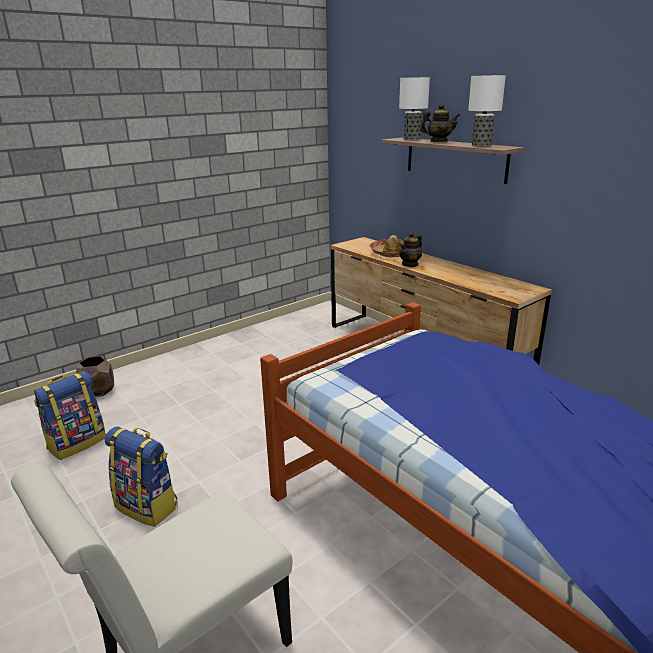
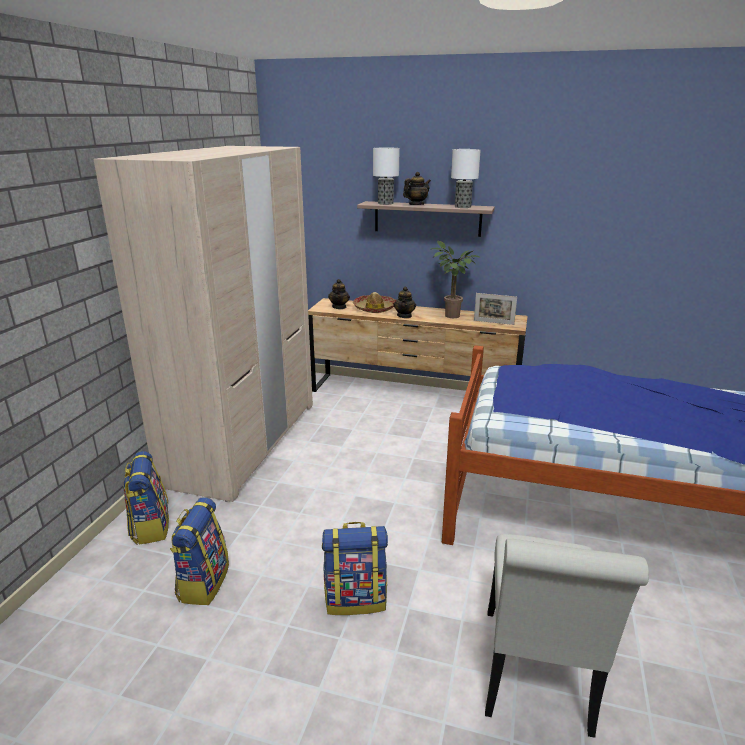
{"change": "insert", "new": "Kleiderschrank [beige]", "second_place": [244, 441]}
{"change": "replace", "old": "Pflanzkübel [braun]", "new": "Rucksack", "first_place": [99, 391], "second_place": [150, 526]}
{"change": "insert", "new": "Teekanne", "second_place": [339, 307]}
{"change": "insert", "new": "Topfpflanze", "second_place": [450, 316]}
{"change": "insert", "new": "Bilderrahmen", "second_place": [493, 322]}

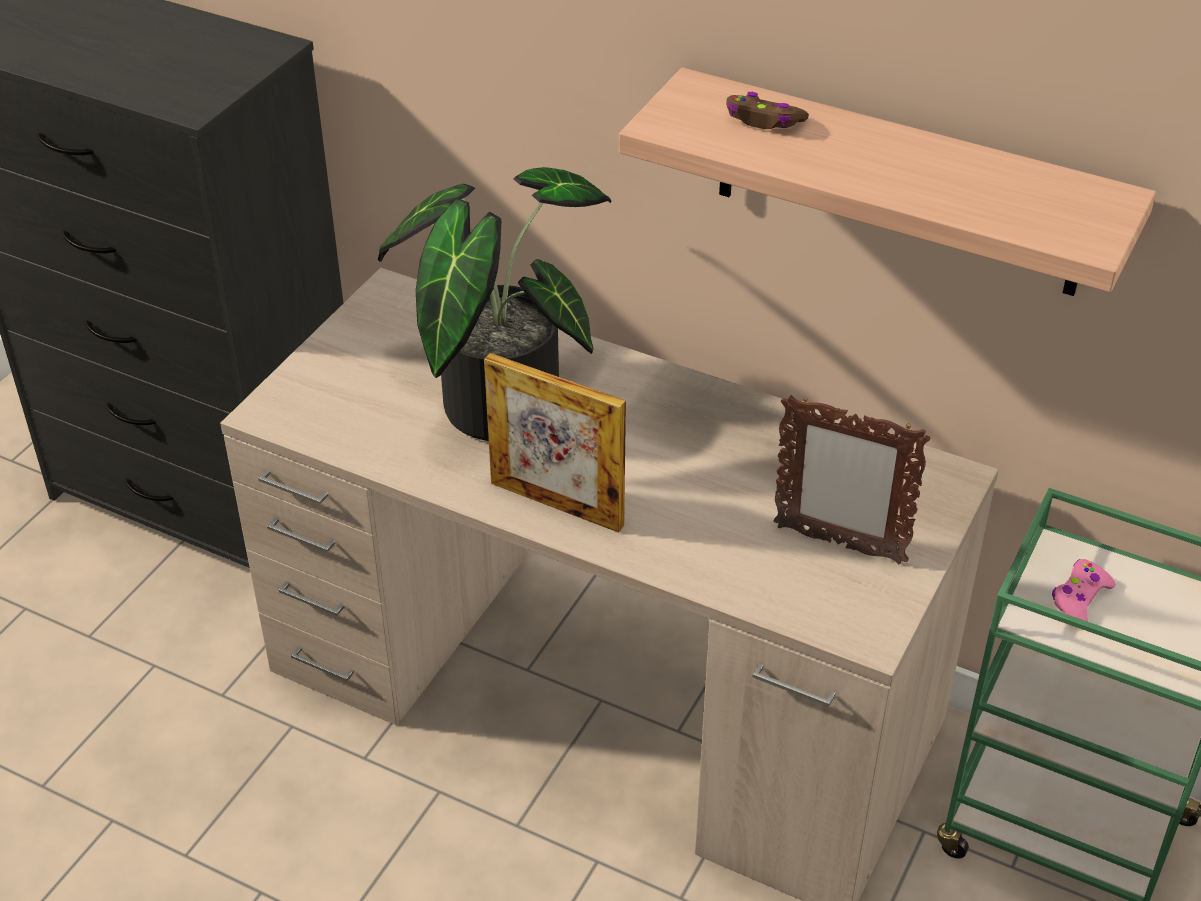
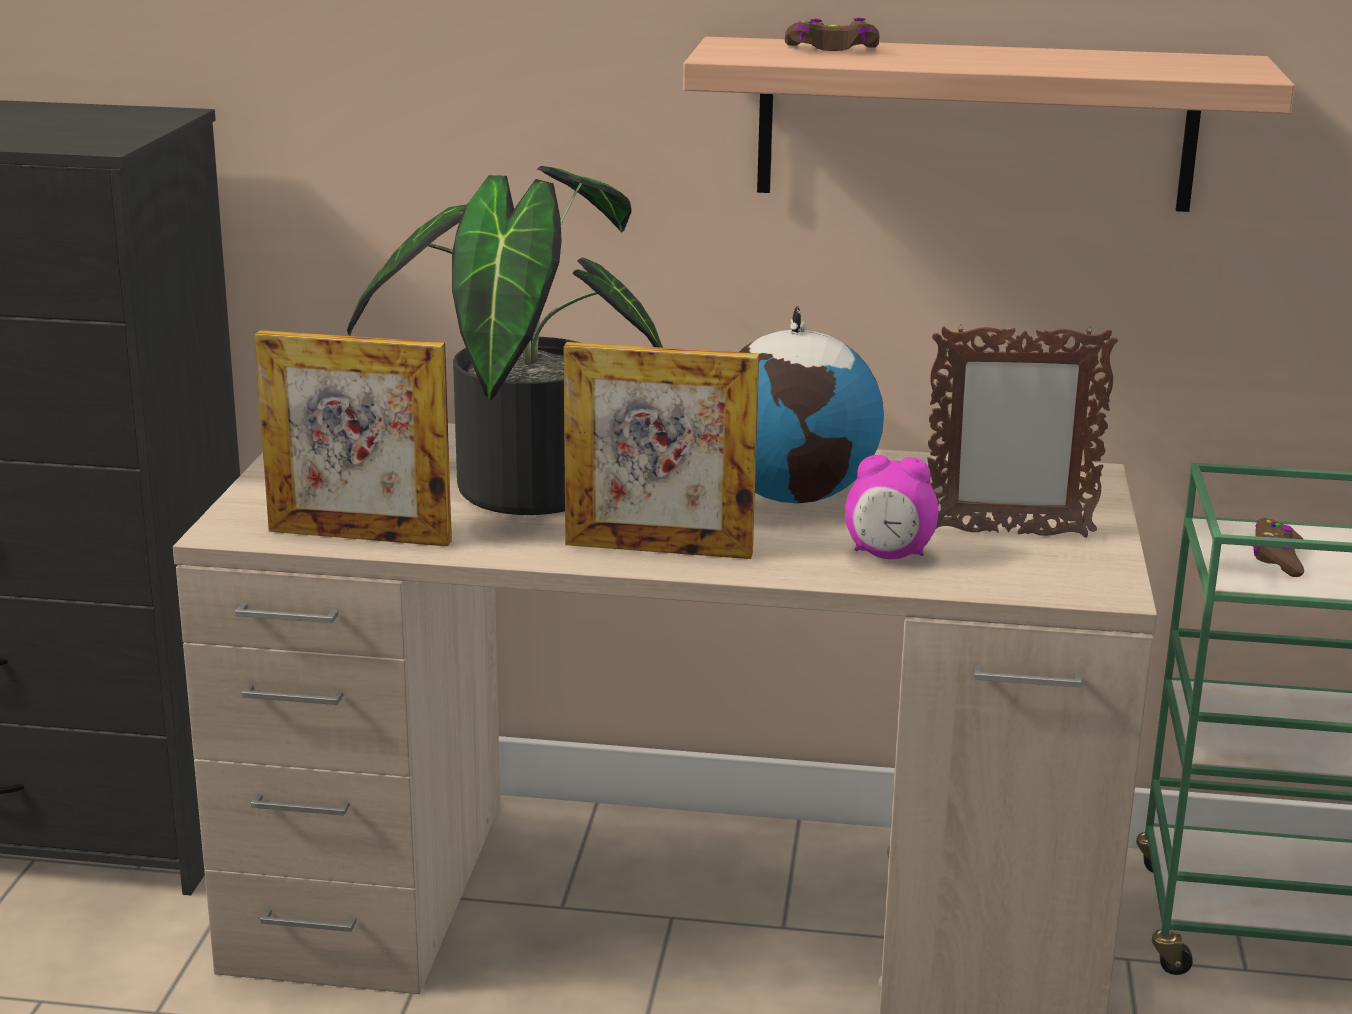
{"change": "insert", "new": "Bilderrahmen", "second_place": [359, 536]}
{"change": "insert", "new": "Globus", "second_place": [794, 496]}
{"change": "insert", "new": "Wecker", "second_place": [888, 555]}
{"change": "recolor", "old": "Gamepad [rosa]", "new": "Gamepad [braun]", "first_place": [1079, 599], "second_place": [1277, 558]}

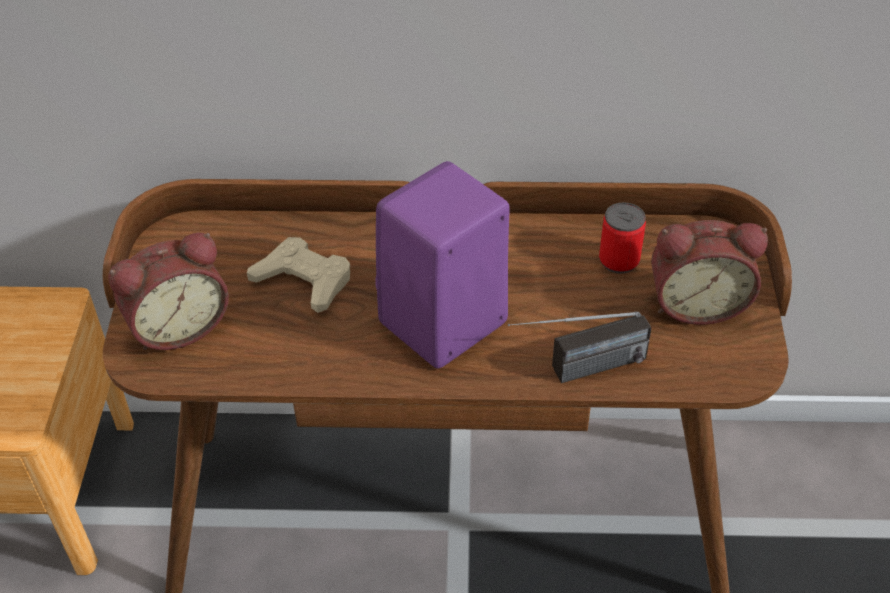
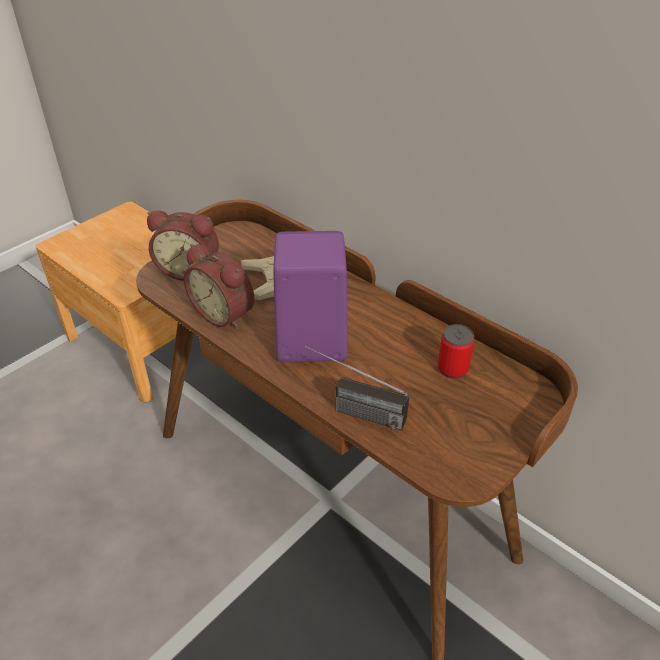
{"change": "move", "old": "Wecker", "first_place": [696, 303], "second_place": [225, 313]}

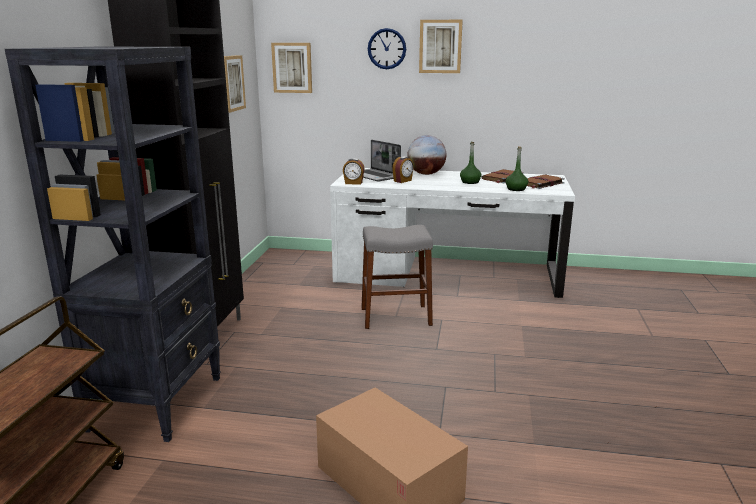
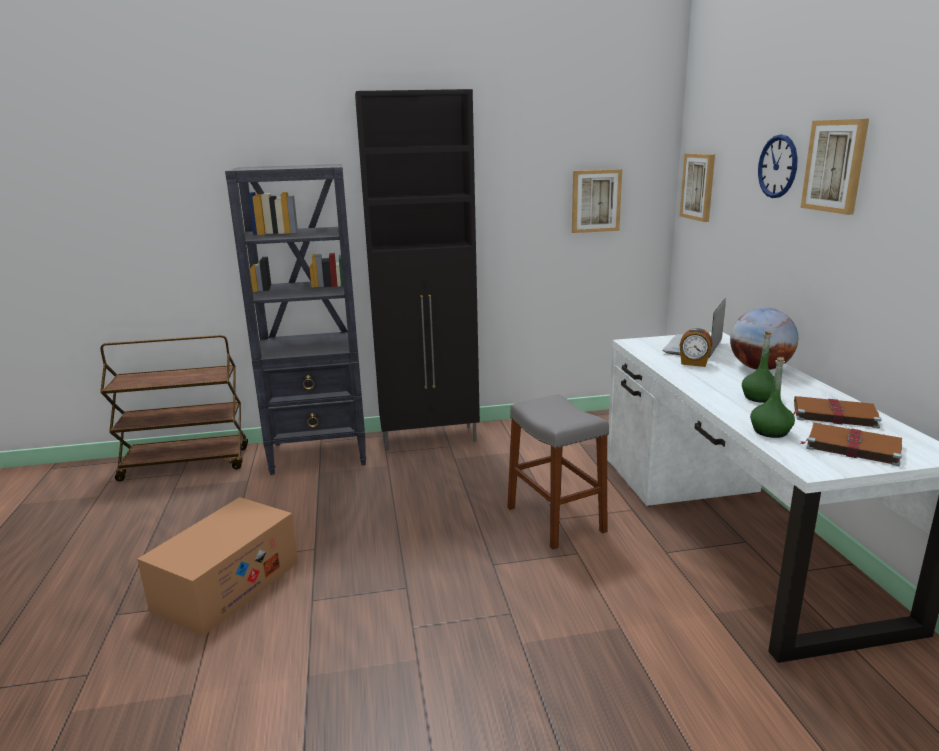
{"change": "delete", "old": "Wecker", "first_place": [353, 183]}

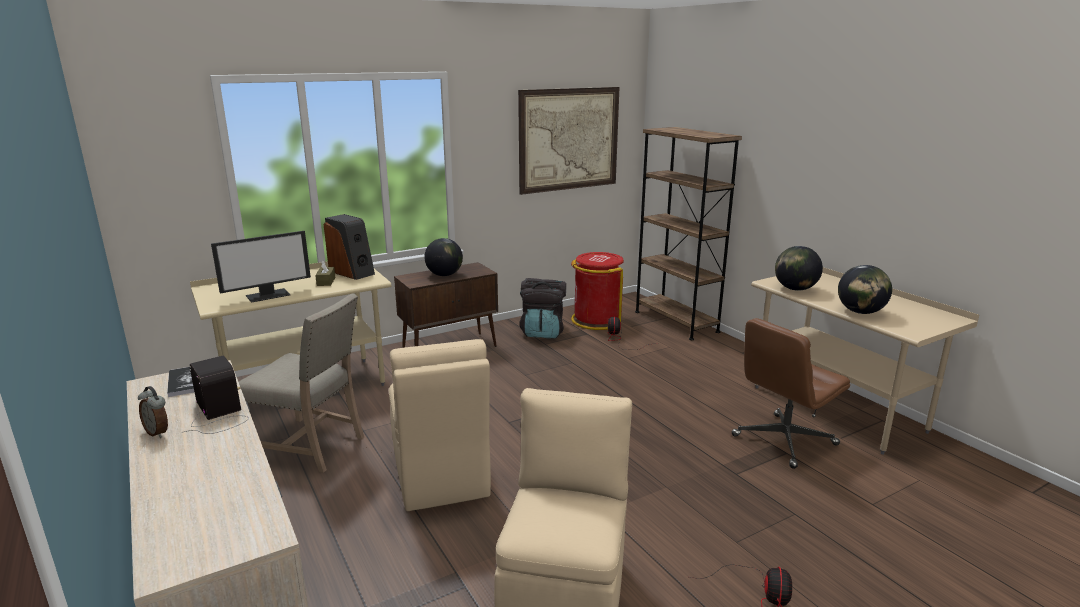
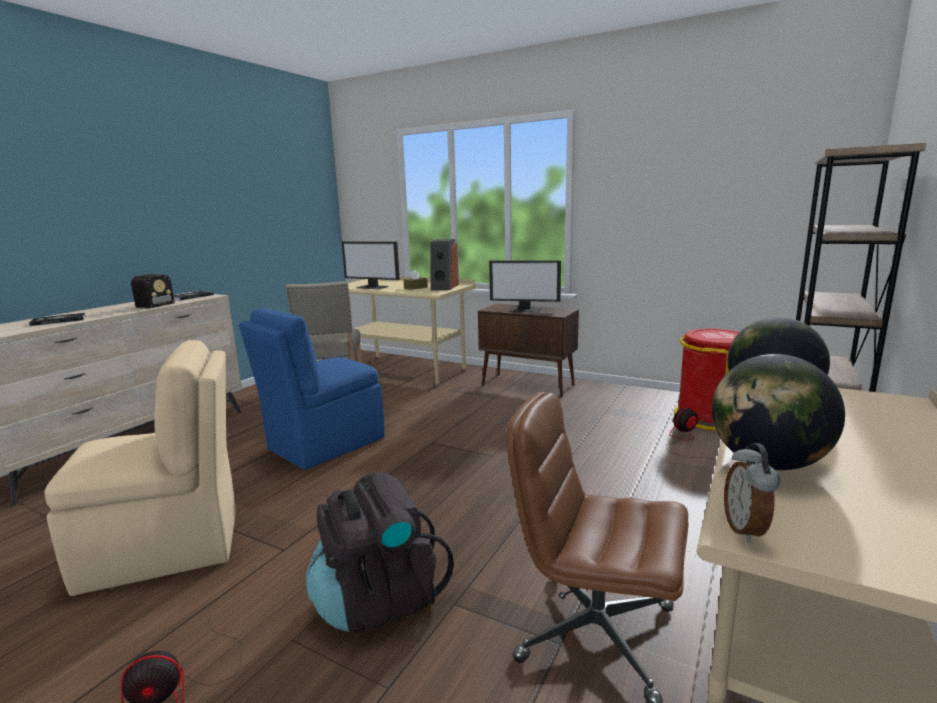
{"change": "insert", "new": "Buch", "second_place": [59, 320]}
{"change": "recolor", "old": "Stuhl [beige]", "new": "Stuhl [blau]", "first_place": [440, 476], "second_place": [323, 444]}
{"change": "move", "old": "Rucksack [schwarz]", "first_place": [543, 332], "second_place": [379, 601]}
{"change": "replace", "old": "Globus", "new": "Monitor", "first_place": [444, 275], "second_place": [525, 309]}
{"change": "move", "old": "Wecker", "first_place": [158, 432], "second_place": [746, 529]}
{"change": "delete", "old": "Bild", "first_place": [569, 139]}

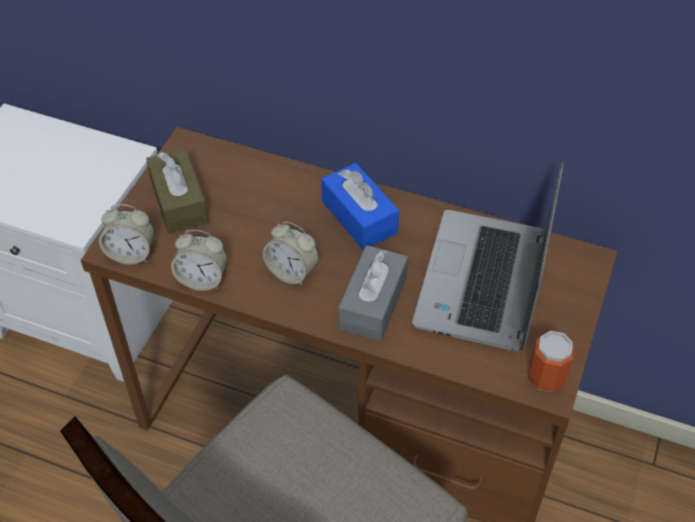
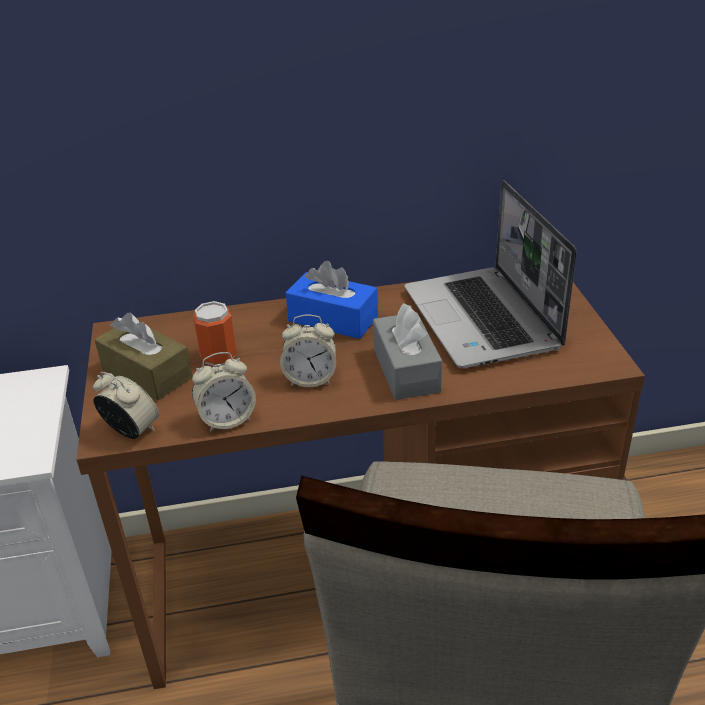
{"change": "rotate", "old": "Wecker", "first_place": [131, 254], "second_place": [132, 431], "degrees": -120}
{"change": "move", "old": "Dose", "first_place": [546, 377], "second_place": [218, 356]}

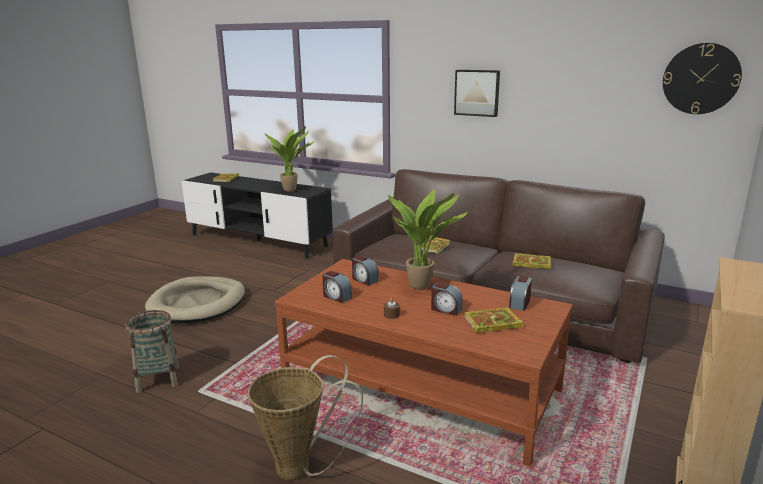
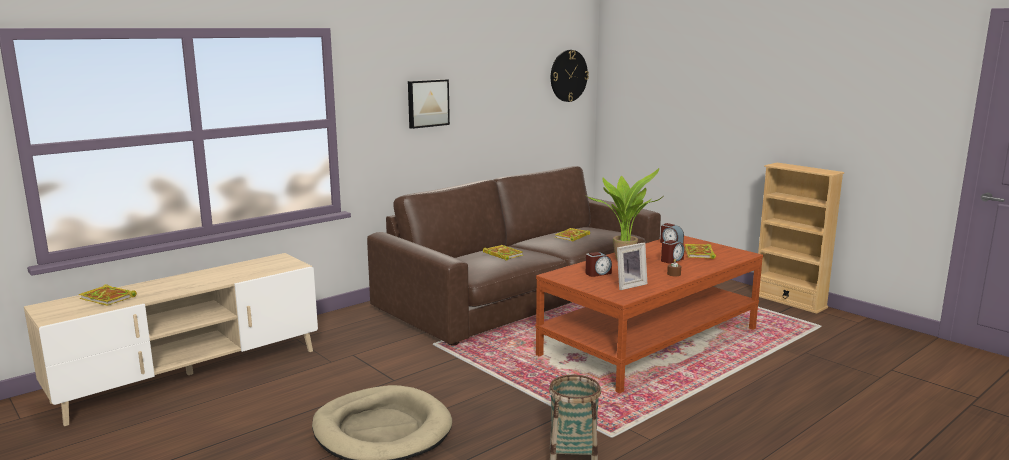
{"change": "recolor", "old": "Fernsehschrank [schwarz]", "new": "Fernsehschrank [beige]", "first_place": [258, 240], "second_place": [190, 374]}
{"change": "replace", "old": "Wecker", "new": "Bilderrahmen", "first_place": [336, 297], "second_place": [629, 285]}
{"change": "delete", "old": "Korb", "first_place": [301, 467]}
{"change": "delete", "old": "Topfpflanze", "first_place": [291, 190]}

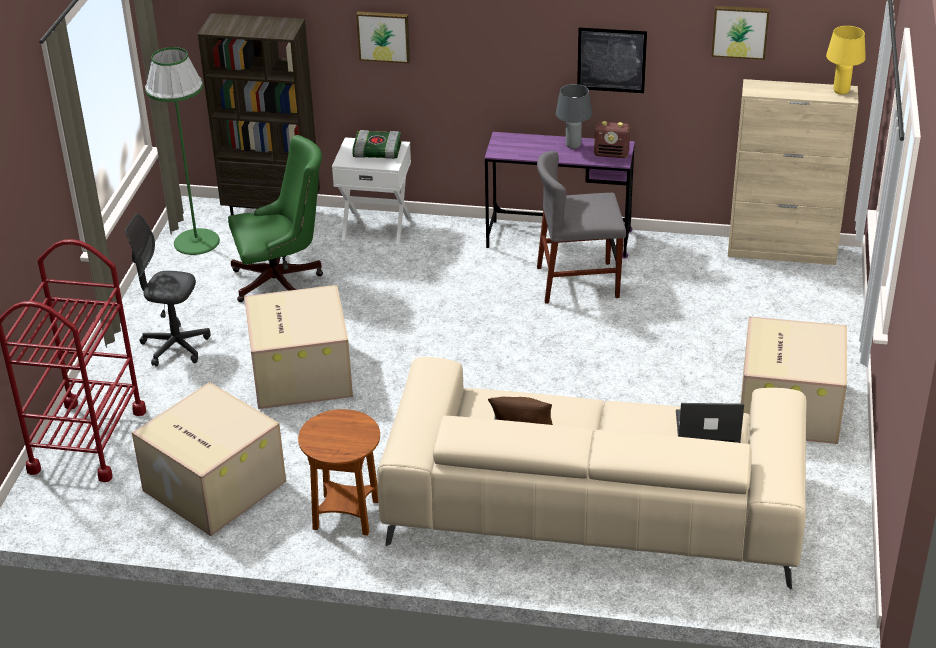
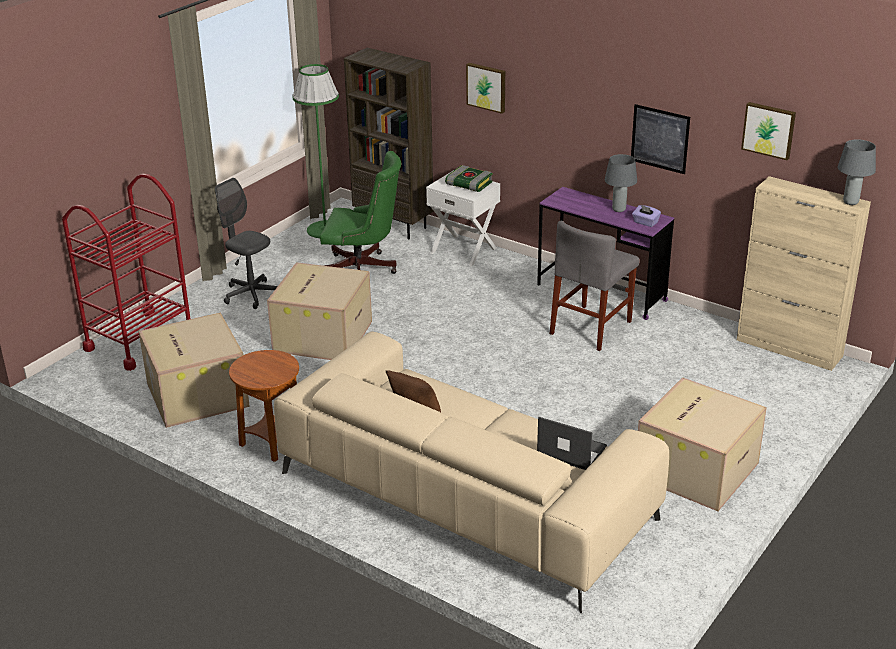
{"change": "rotate", "old": "Stuhl [grau]", "first_place": [578, 282], "second_place": [591, 327], "degrees": -75}
{"change": "replace", "old": "Radio", "new": "Taschentuchbox [lila]", "first_place": [611, 154], "second_place": [645, 223]}
{"change": "recolor", "old": "Tischlampe [gelb]", "new": "Tischlampe [grau]", "first_place": [841, 91], "second_place": [851, 202]}

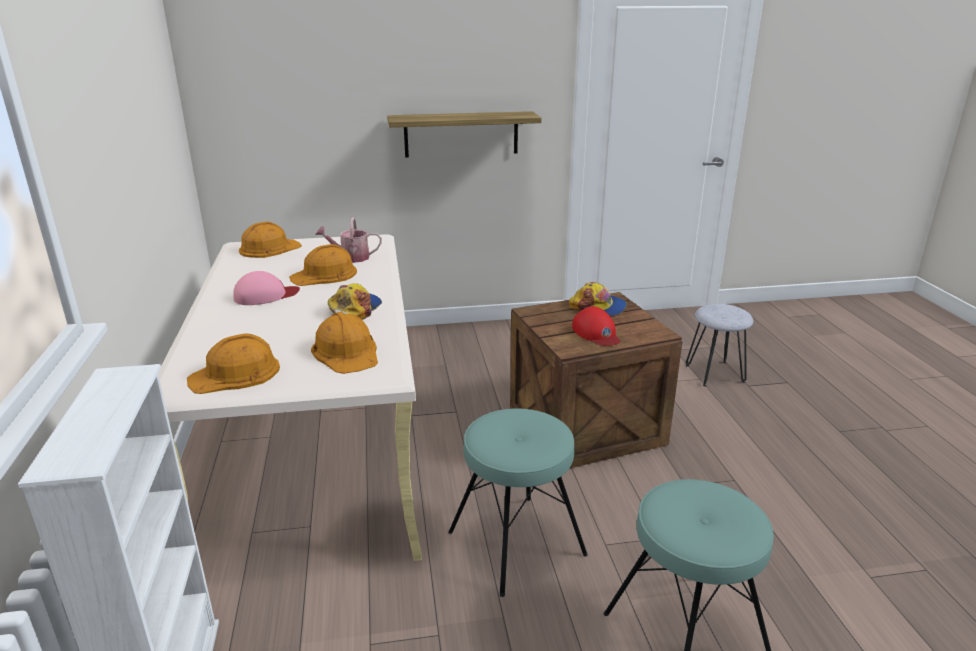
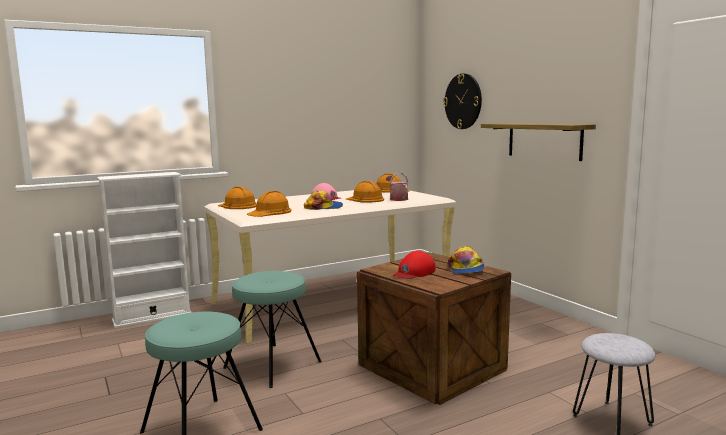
{"change": "insert", "new": "Wanduhr", "second_place": [463, 101]}

